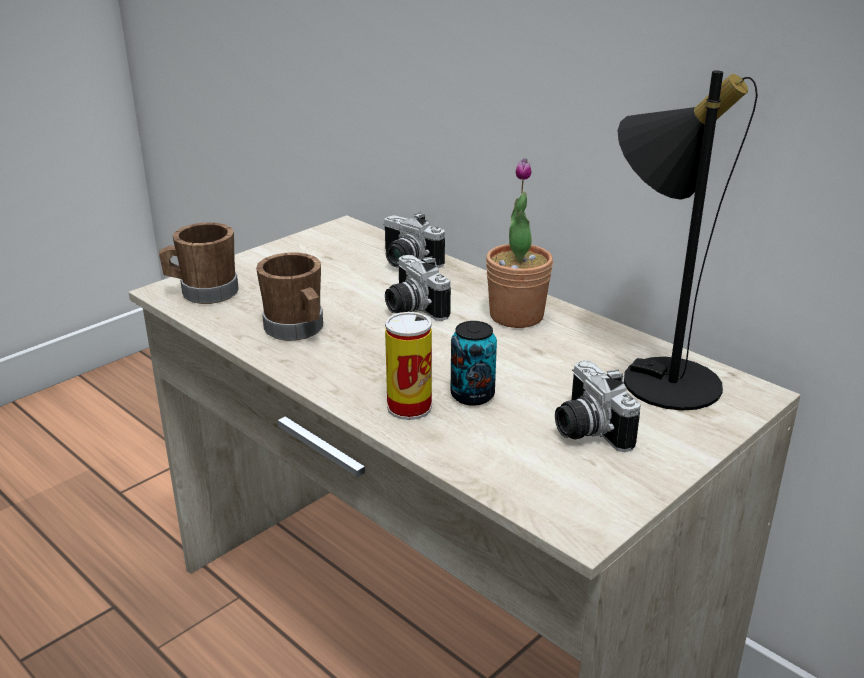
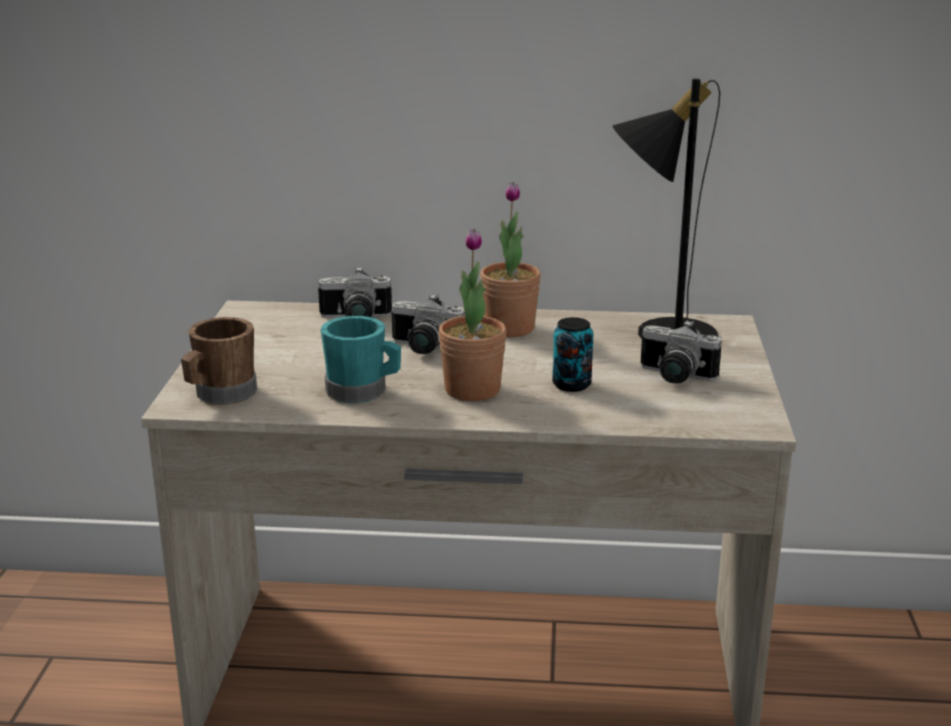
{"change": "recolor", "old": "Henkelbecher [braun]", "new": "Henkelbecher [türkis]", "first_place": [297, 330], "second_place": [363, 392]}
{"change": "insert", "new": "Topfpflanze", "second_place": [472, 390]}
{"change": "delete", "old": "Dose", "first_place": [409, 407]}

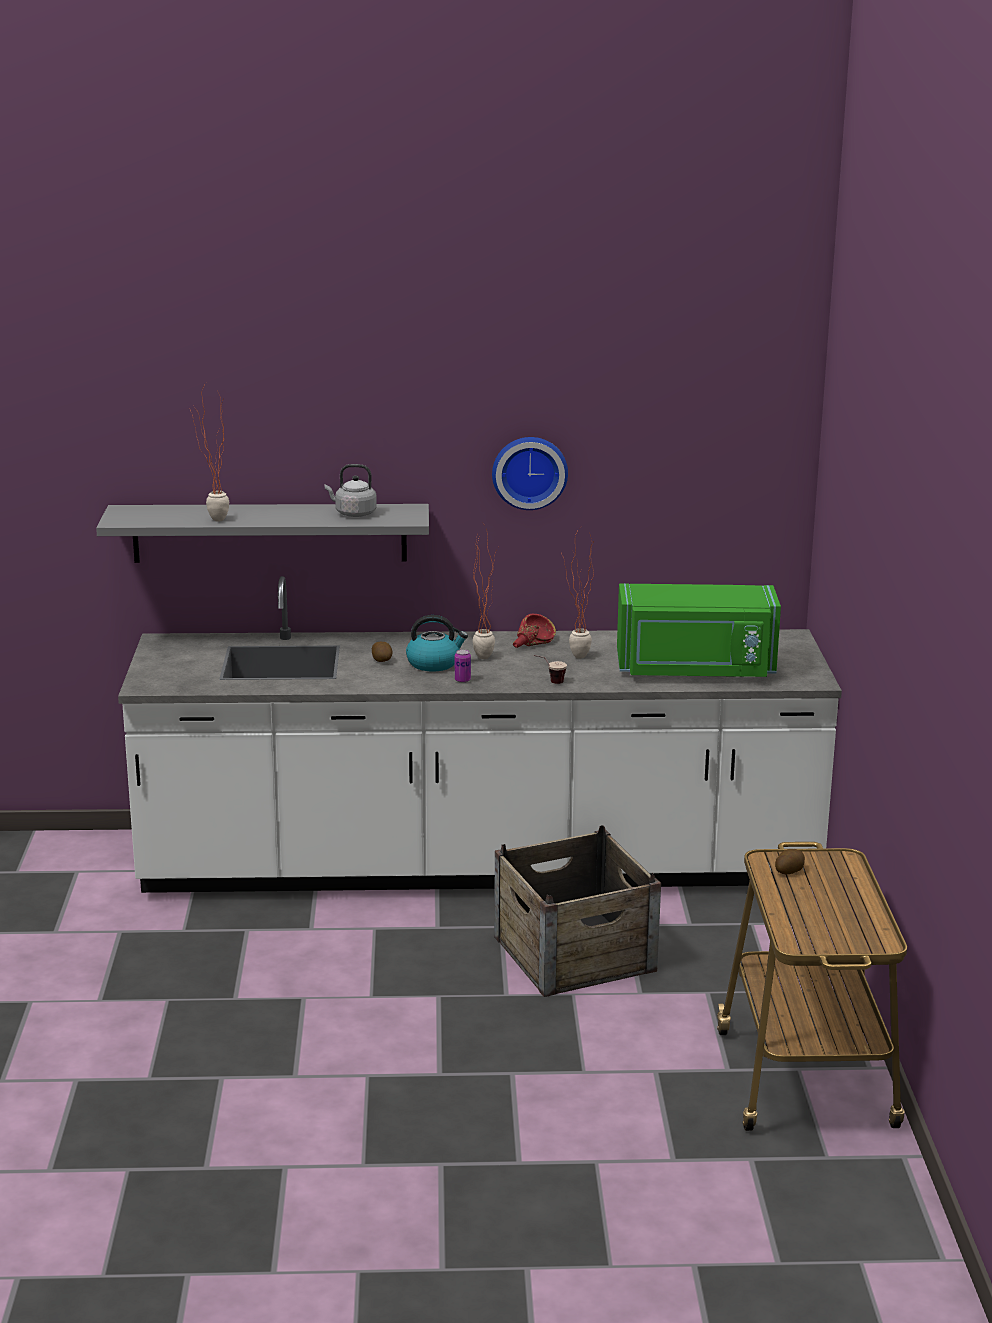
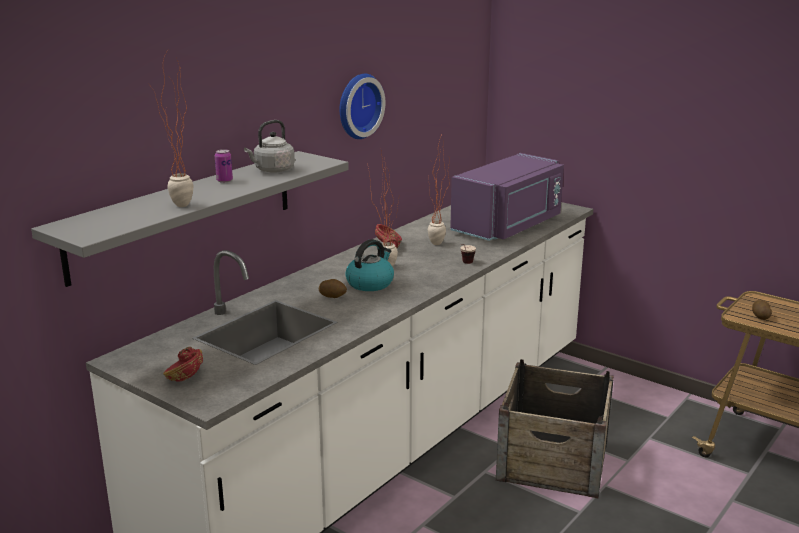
{"change": "insert", "new": "Schüssel [rot]", "second_place": [187, 373]}
{"change": "move", "old": "Dose", "first_place": [462, 680], "second_place": [224, 180]}
{"change": "recolor", "old": "Mikrowelle [grün]", "new": "Mikrowelle [lila]", "first_place": [695, 670], "second_place": [509, 226]}

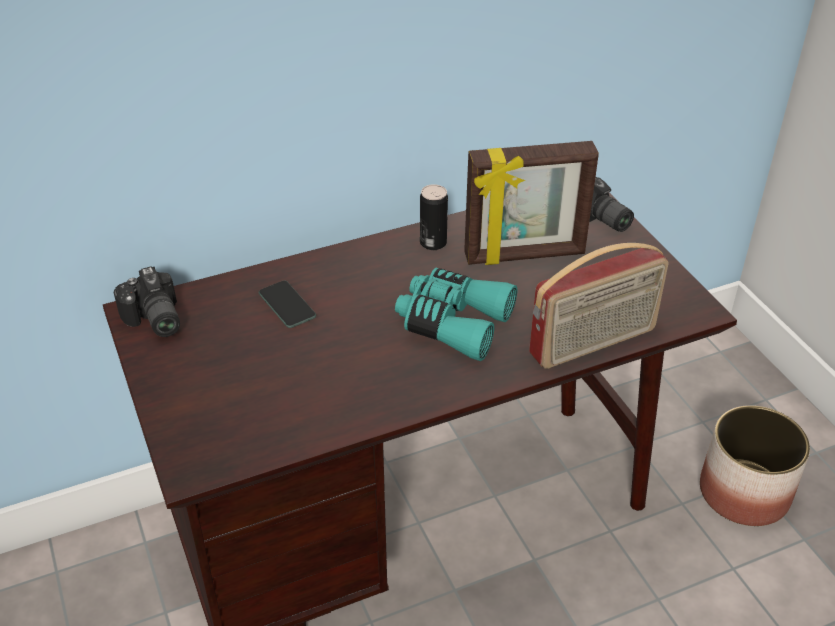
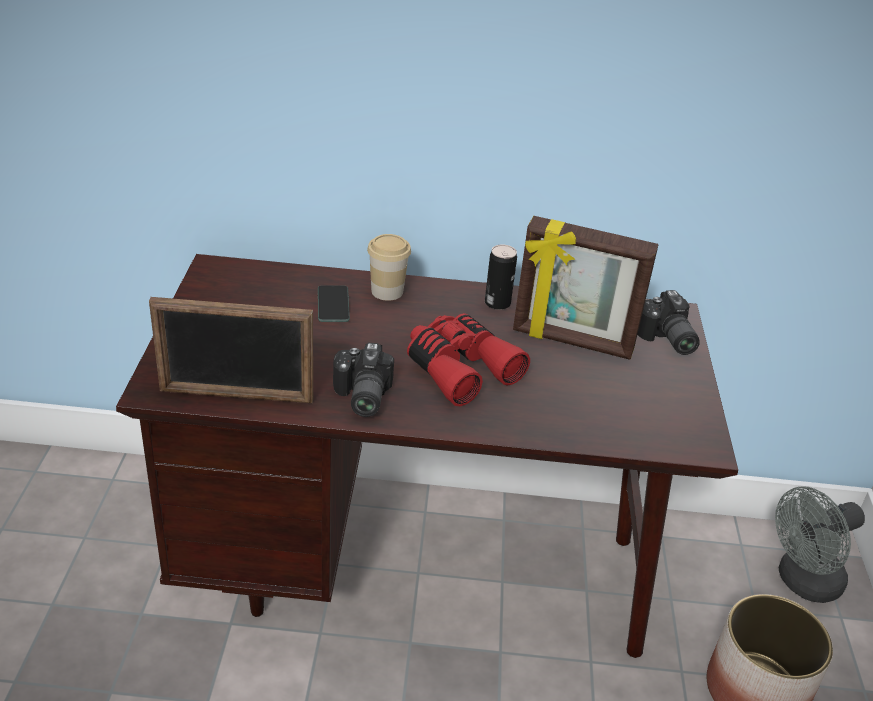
{"change": "insert", "new": "Bilderrahmen", "second_place": [236, 396]}
{"change": "move", "old": "Kamera", "first_place": [153, 320], "second_place": [360, 396]}
{"change": "insert", "new": "Tasse", "second_place": [387, 291]}
{"change": "recolor", "old": "Fernglas [türkis]", "new": "Fernglas [rot]", "first_place": [452, 322], "second_place": [459, 368]}
{"change": "insert", "new": "Ventilator [grau]", "second_place": [802, 582]}
{"change": "delete", "old": "Radio", "first_place": [593, 343]}

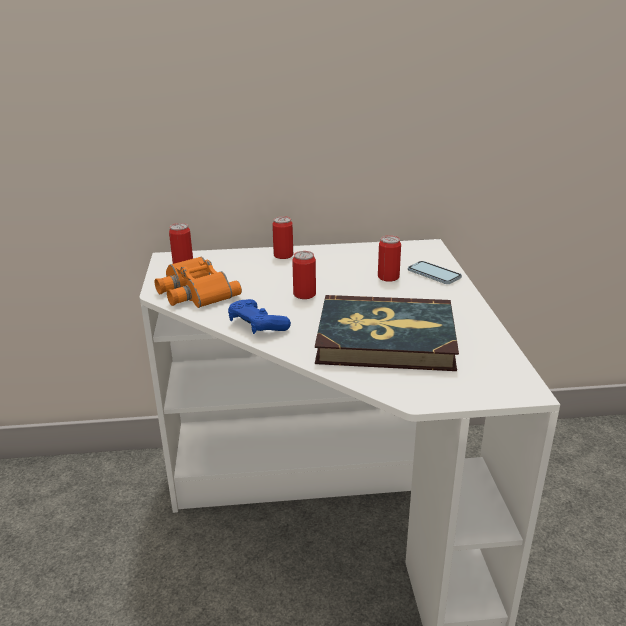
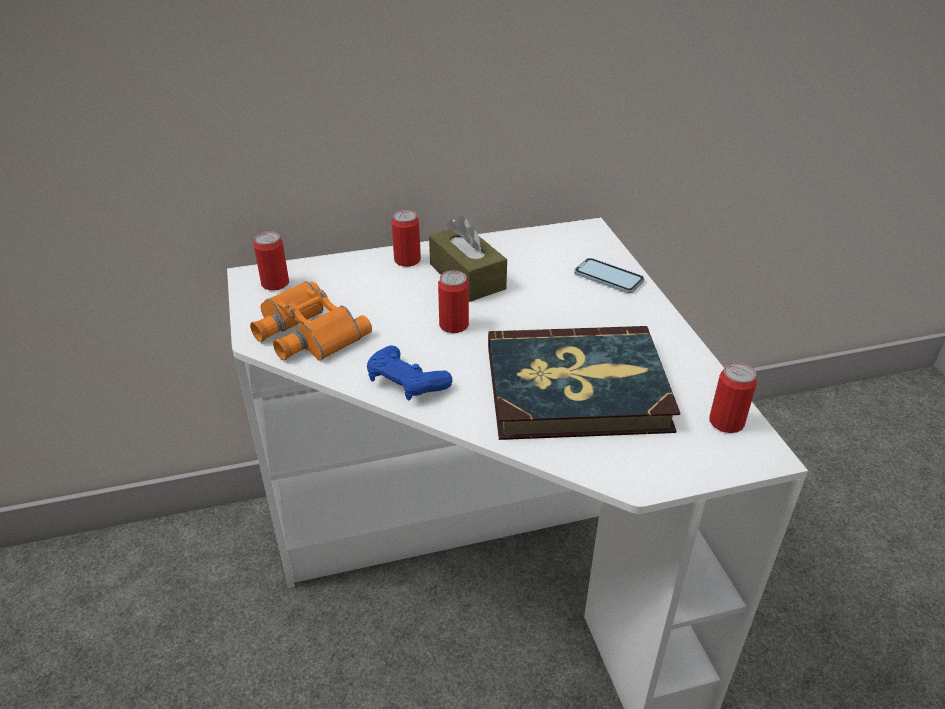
{"change": "insert", "new": "Taschentuchbox [braun]", "second_place": [467, 276]}
{"change": "move", "old": "Dose", "first_place": [388, 277], "second_place": [726, 422]}

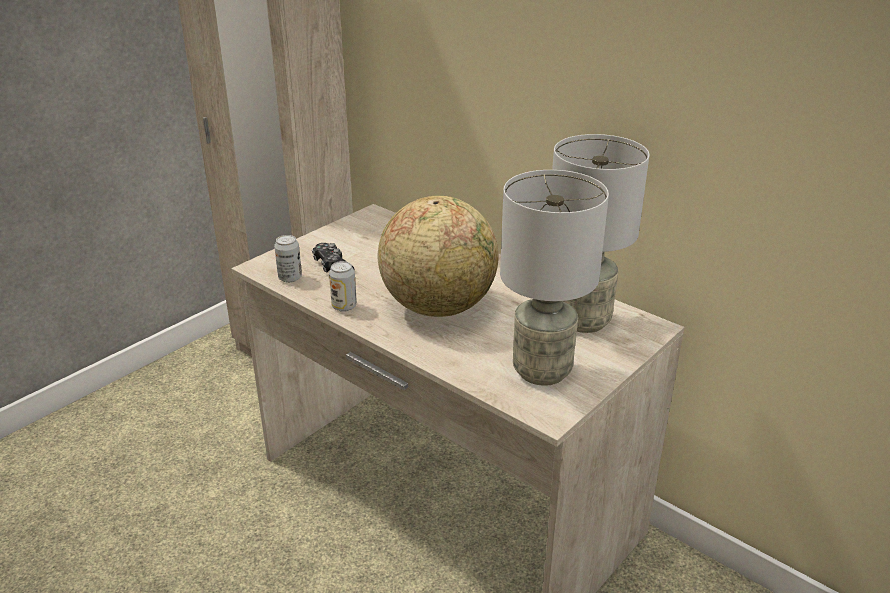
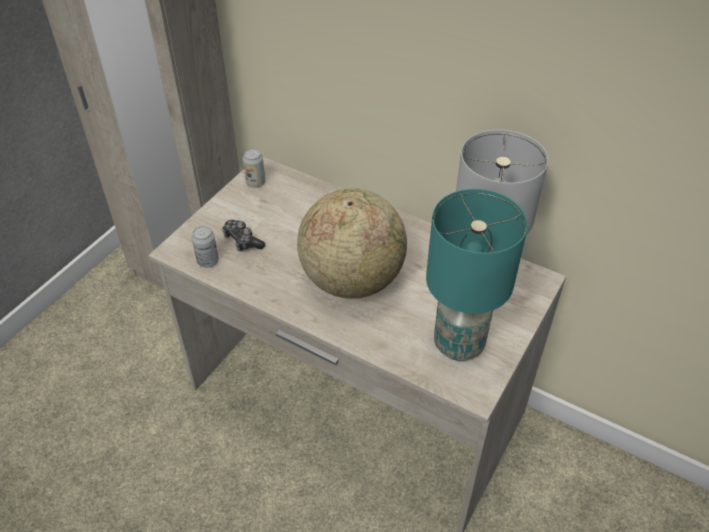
{"change": "move", "old": "Dose", "first_place": [344, 306], "second_place": [255, 183]}
{"change": "recolor", "old": "Tischlampe [grau]", "new": "Tischlampe [türkis]", "first_place": [541, 370], "second_place": [457, 343]}

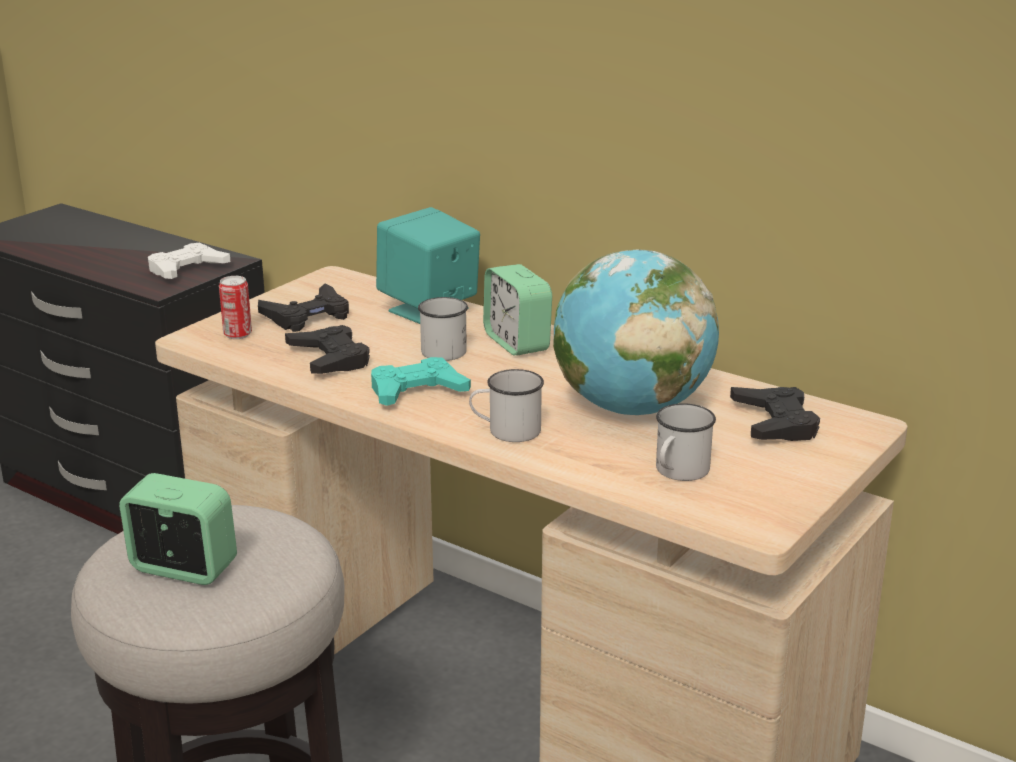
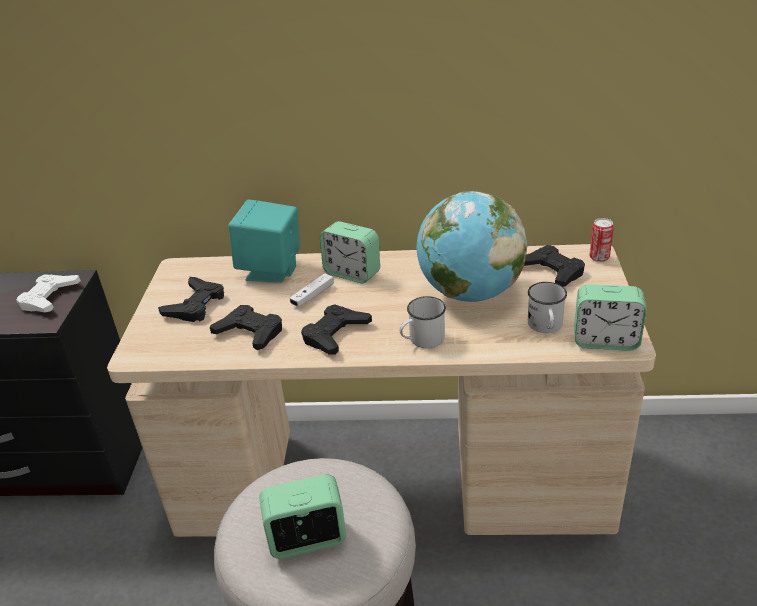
{"change": "replace", "old": "Henkelbecher [weiß]", "new": "Gamepad [weiß]", "first_place": [441, 349], "second_place": [312, 296]}
{"change": "recolor", "old": "Gamepad [türkis]", "new": "Gamepad [schwarz]", "first_place": [416, 391], "second_place": [335, 334]}
{"change": "insert", "new": "Wecker", "second_place": [605, 340]}
{"change": "move", "old": "Dose", "first_place": [237, 334], "second_place": [599, 258]}

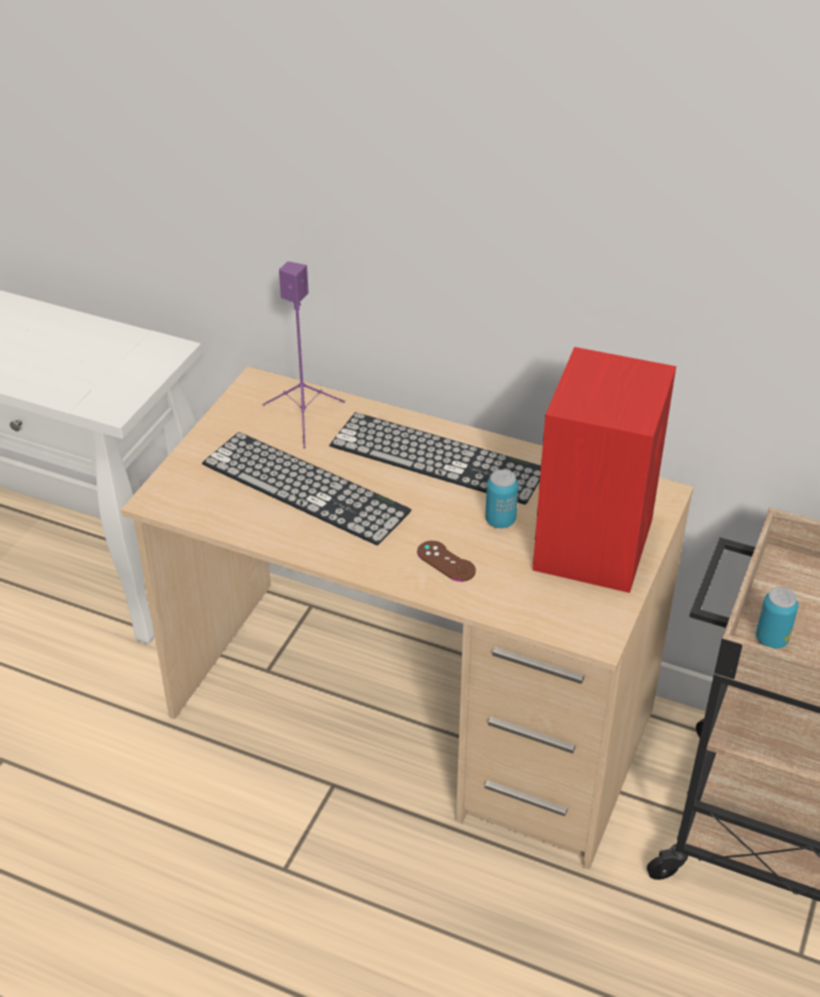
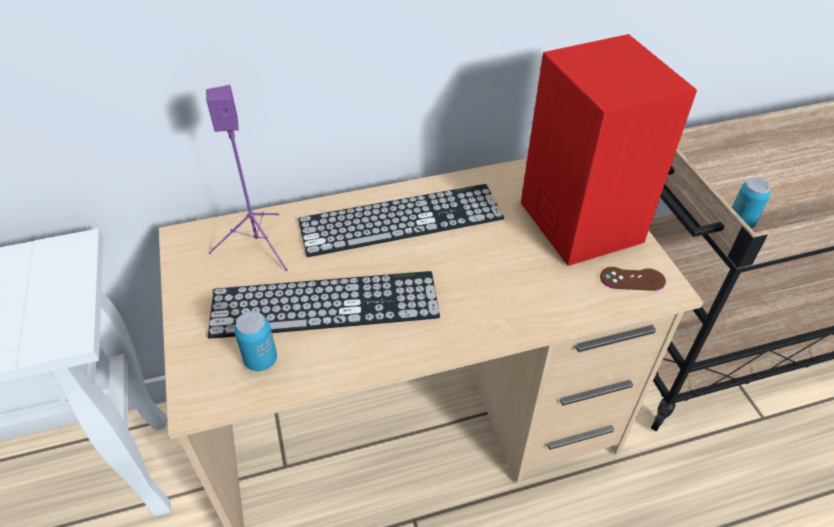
{"change": "move", "old": "Dose", "first_place": [500, 520], "second_place": [261, 360]}
{"change": "move", "old": "Gamepad [braun]", "first_place": [446, 561], "second_place": [632, 279]}

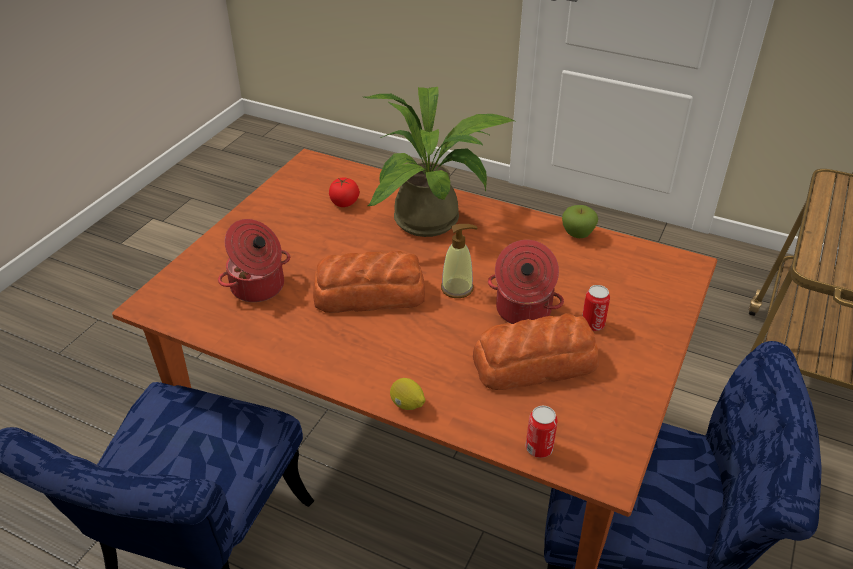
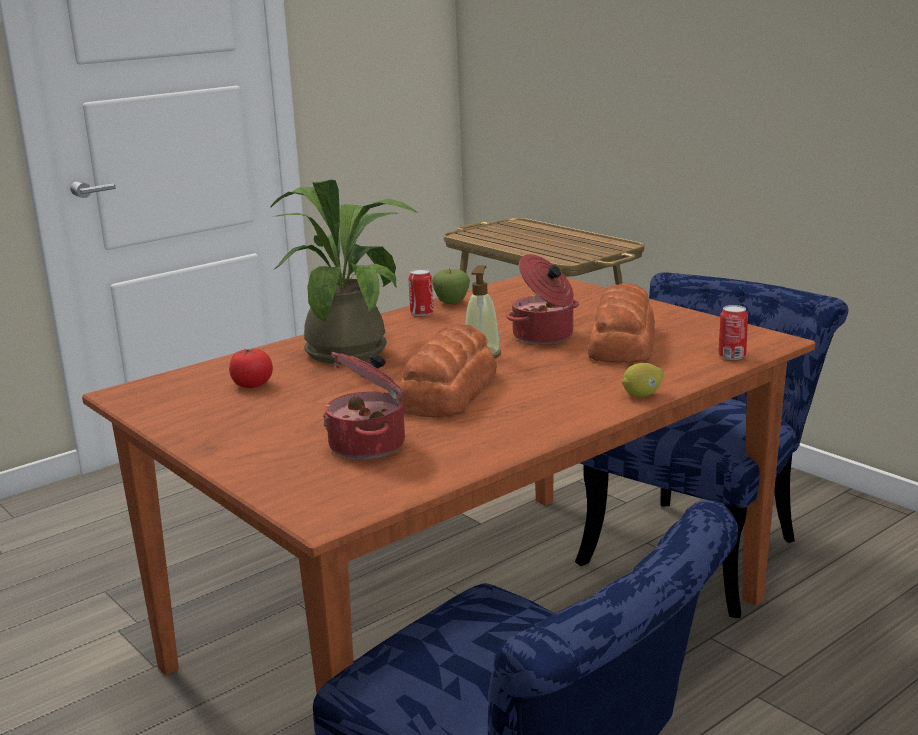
{"change": "move", "old": "Dose", "first_place": [592, 324], "second_place": [422, 313]}

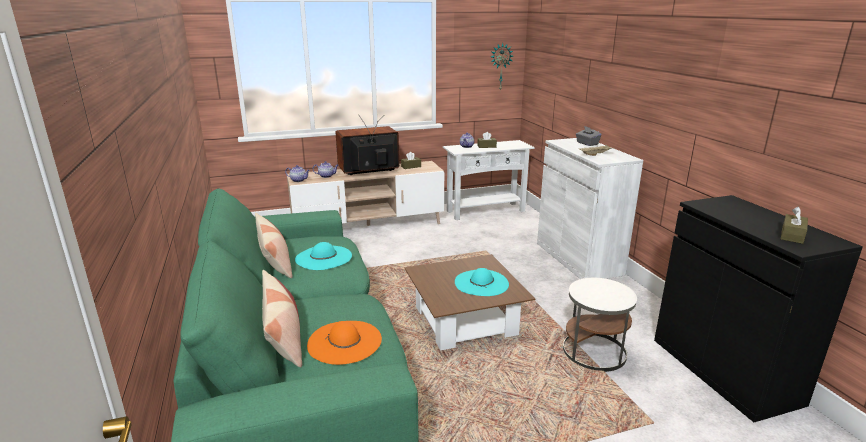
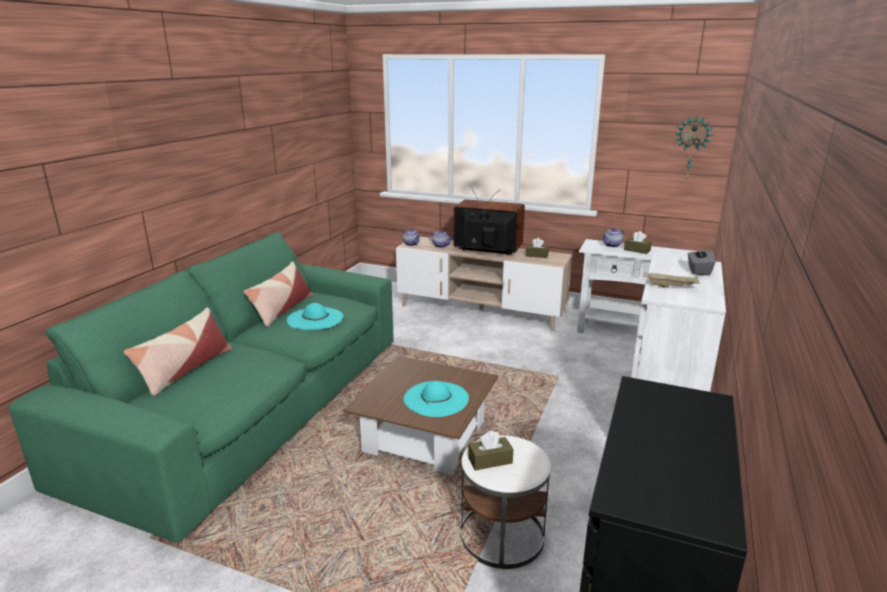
{"change": "move", "old": "Taschentuchbox [braun]", "first_place": [792, 235], "second_place": [490, 460]}
{"change": "delete", "old": "Hut [orange]", "first_place": [345, 342]}

